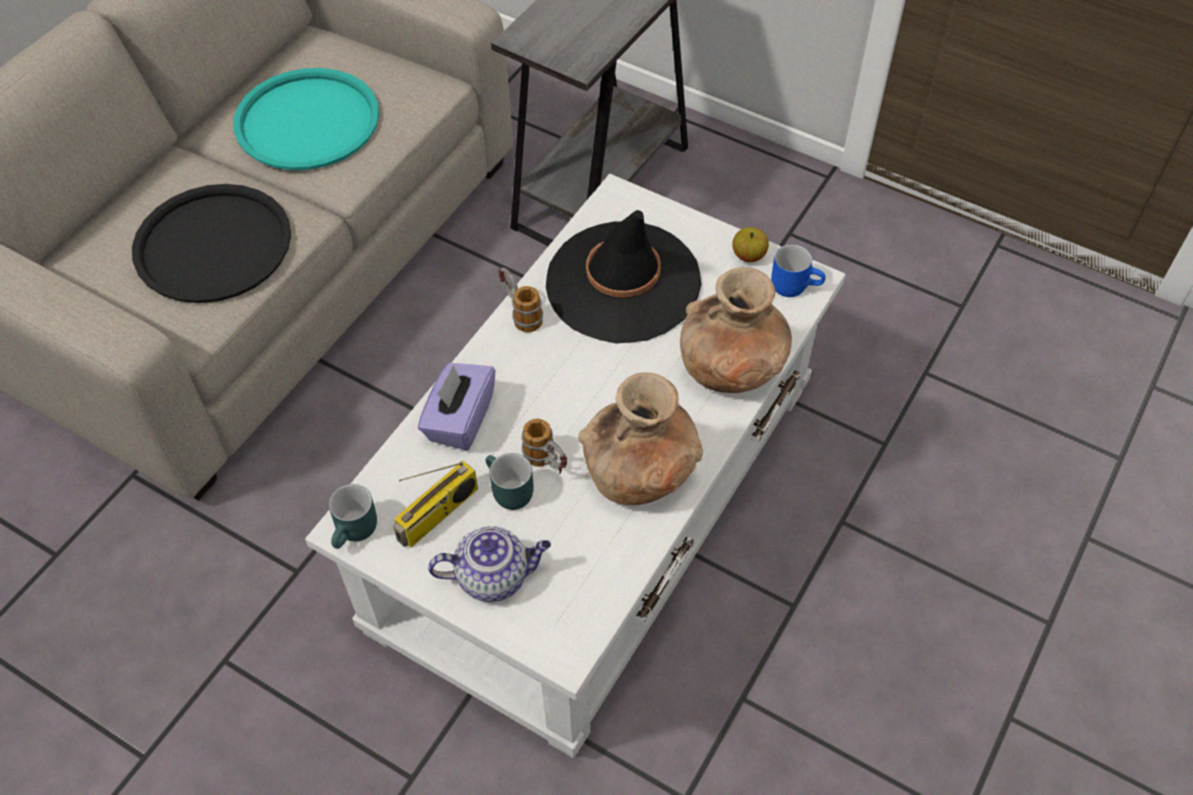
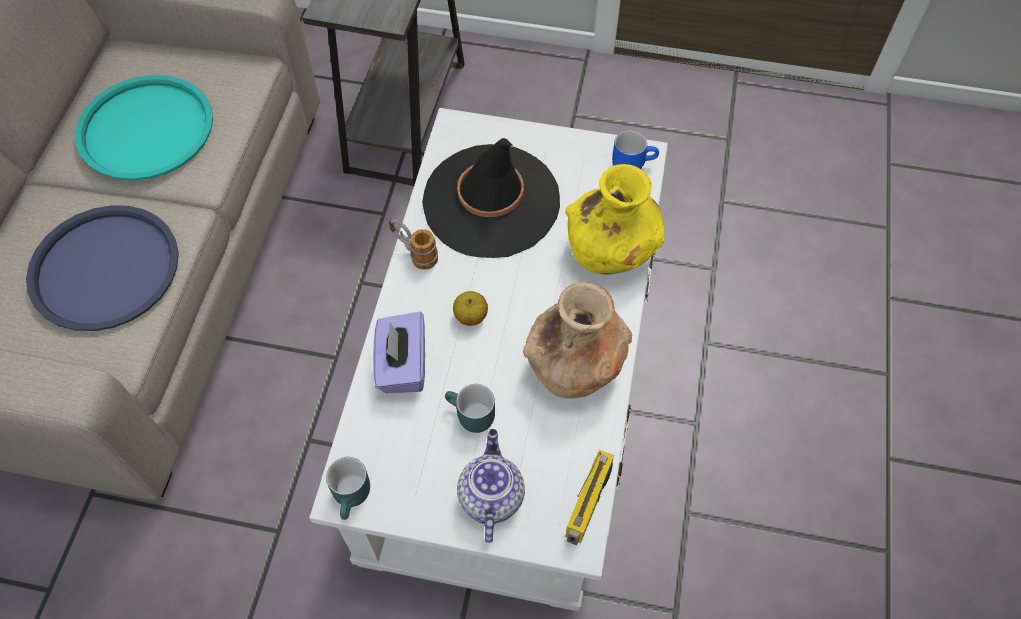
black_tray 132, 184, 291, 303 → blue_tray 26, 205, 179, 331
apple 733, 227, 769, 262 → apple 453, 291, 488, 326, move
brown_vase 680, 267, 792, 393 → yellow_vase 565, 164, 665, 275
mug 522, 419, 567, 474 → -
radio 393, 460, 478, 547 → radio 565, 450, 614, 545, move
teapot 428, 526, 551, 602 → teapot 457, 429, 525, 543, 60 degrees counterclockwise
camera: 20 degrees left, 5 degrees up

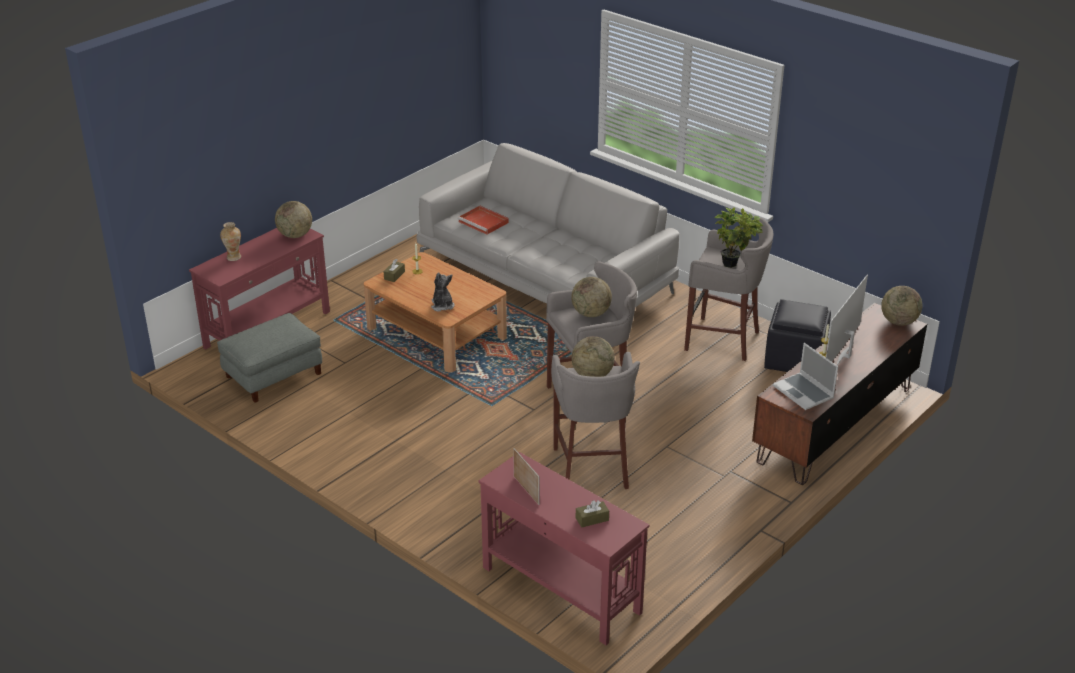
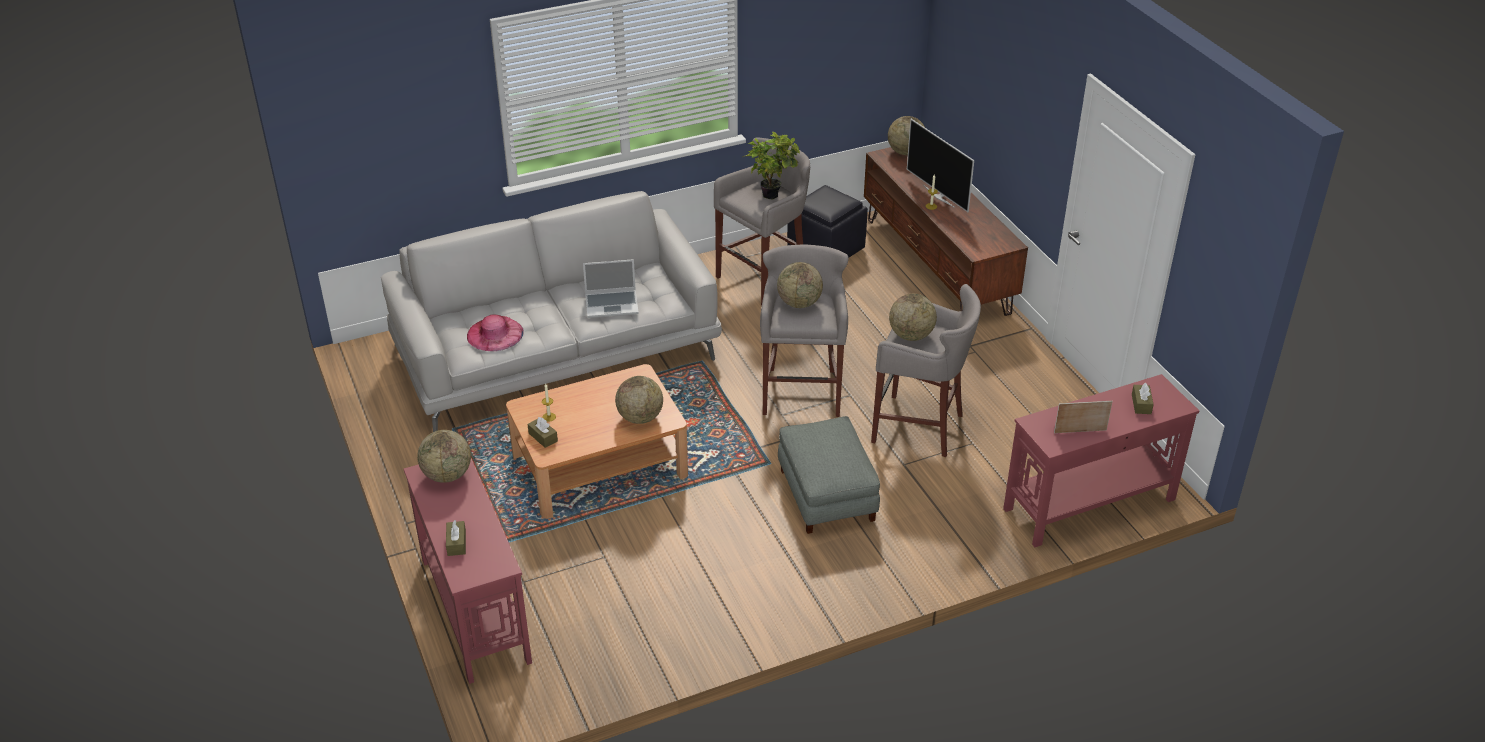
red_tray 458, 206, 509, 235 → pink_hat 467, 315, 524, 351
vase 220, 222, 241, 261 → brown_tissue_box 446, 520, 466, 556
plush_toy 431, 272, 454, 312 → globe 615, 376, 663, 424
grey_ottoman 217, 313, 322, 403 → grey_ottoman 778, 416, 880, 534, move
laptop 773, 343, 838, 410 → laptop 583, 259, 639, 318, move
camera: 65 degrees left, 5 degrees up

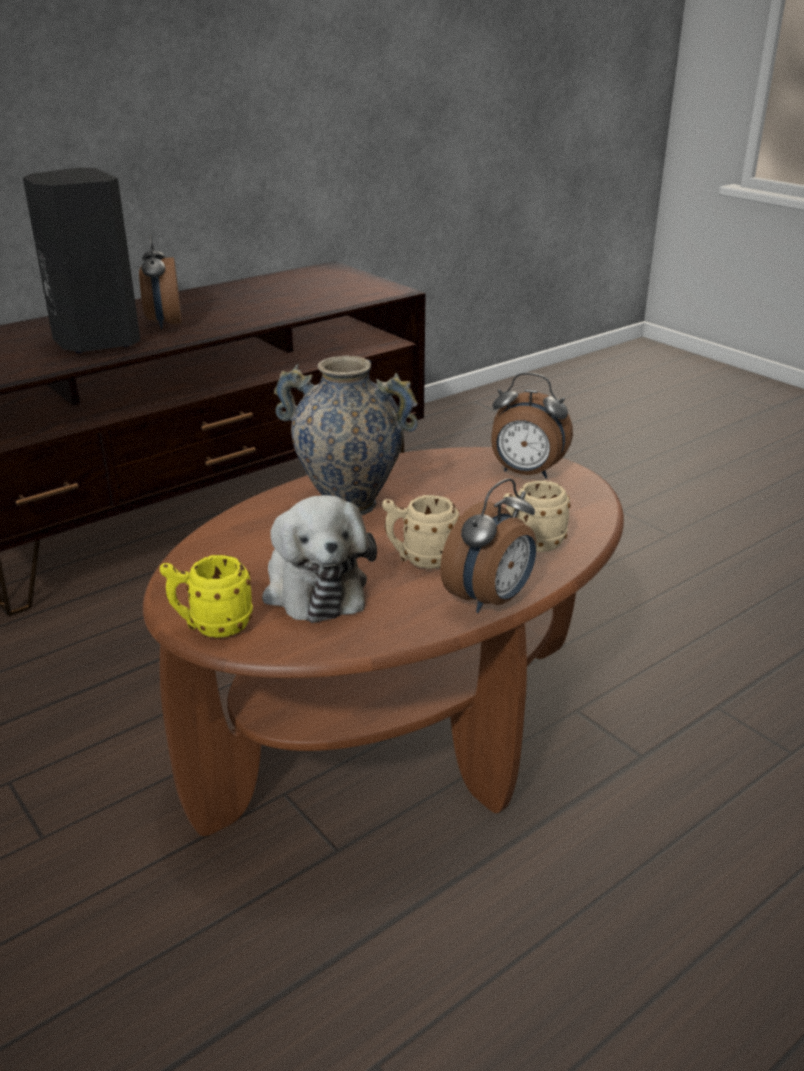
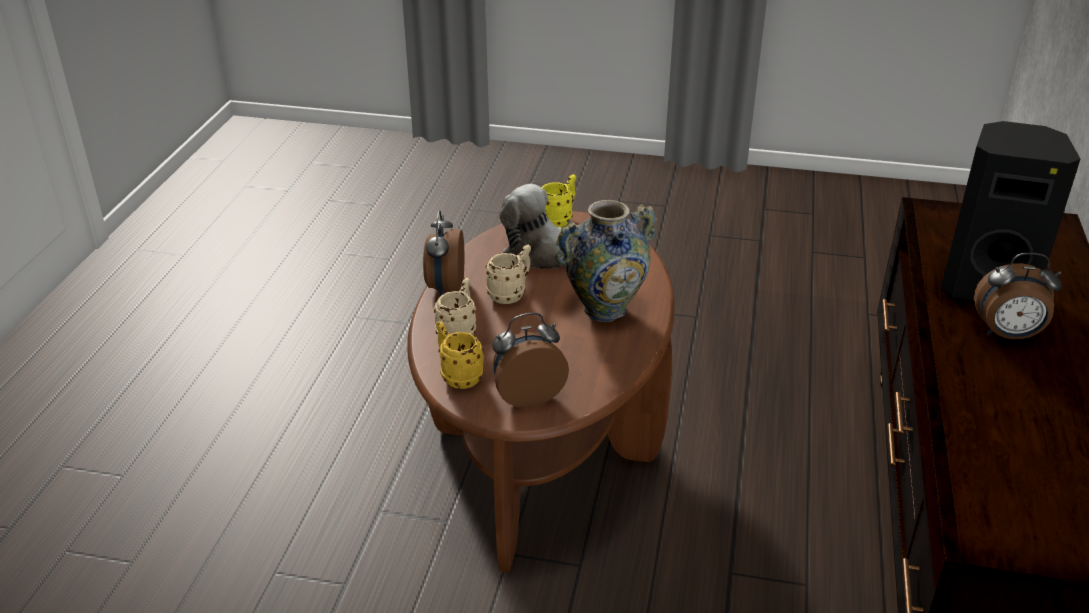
alarm_clock 139, 235, 181, 329 → alarm_clock 974, 253, 1062, 339, 150 degrees clockwise
- → yellow_mug 436, 321, 484, 389
camera: 140 degrees right, 5 degrees up

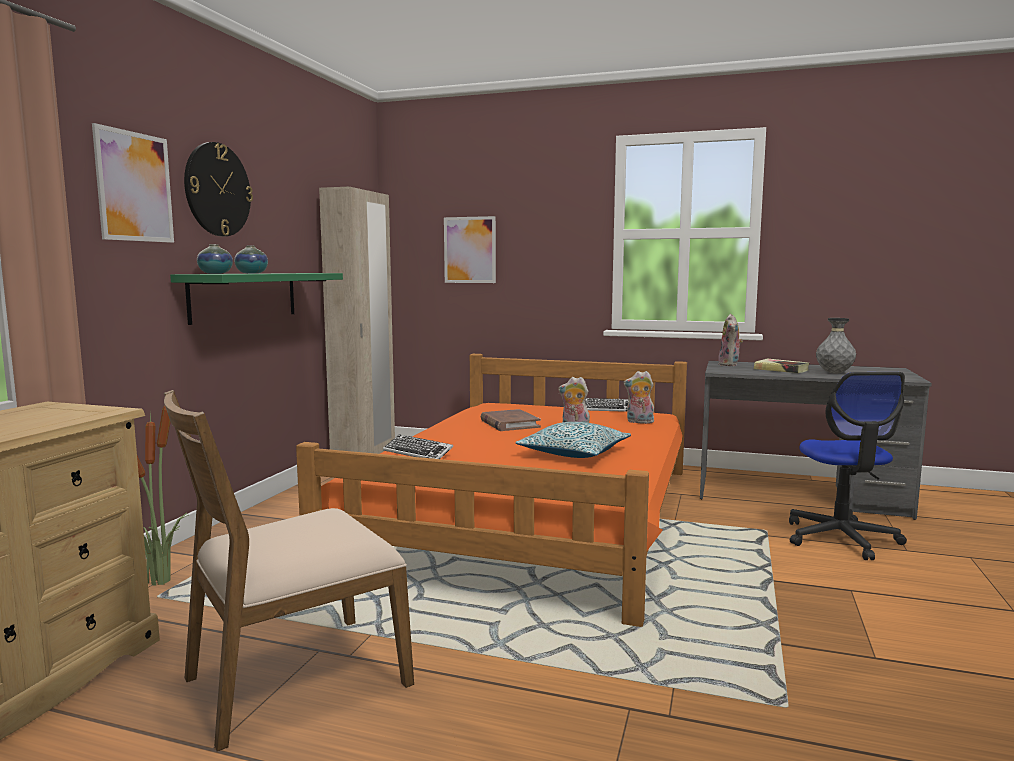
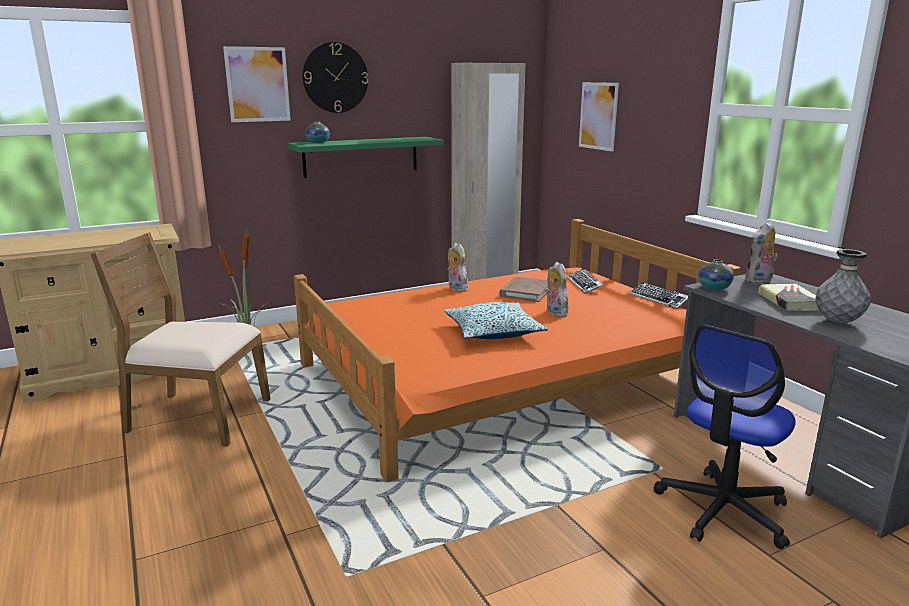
vase 234, 246, 268, 274 → vase 698, 259, 734, 290, move
plush_toy 623, 371, 654, 424 → plush_toy 447, 243, 468, 292, move
keyboard 383, 434, 453, 459 → keyboard 567, 269, 603, 294, move
camera: 45 degrees right, 10 degrees up

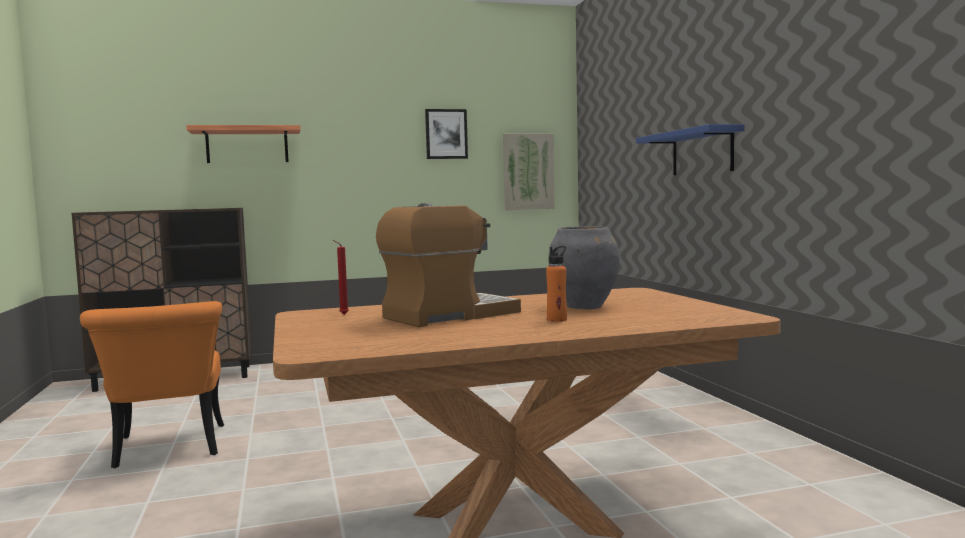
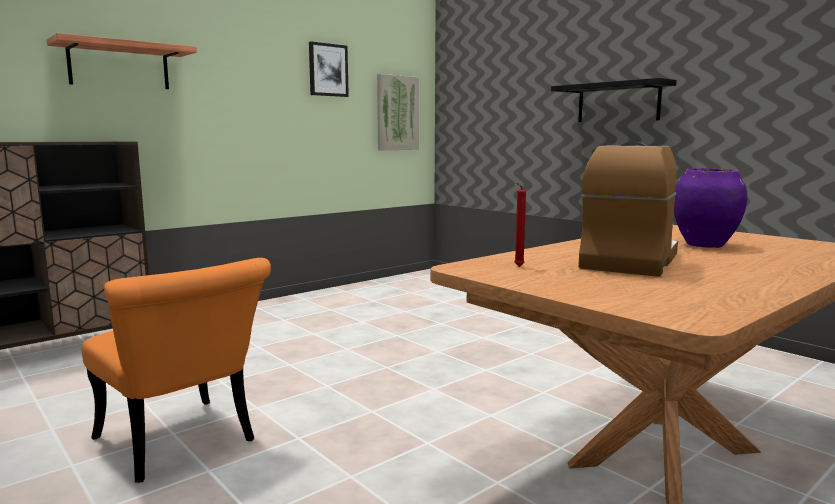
blue_shelf 636, 124, 745, 175 → black_shelf 551, 78, 677, 122
grey_vase 548, 226, 619, 309 → purple_vase 674, 168, 747, 248
orange_bottle 546, 246, 567, 322 → -
camera: 25 degrees left, 5 degrees up

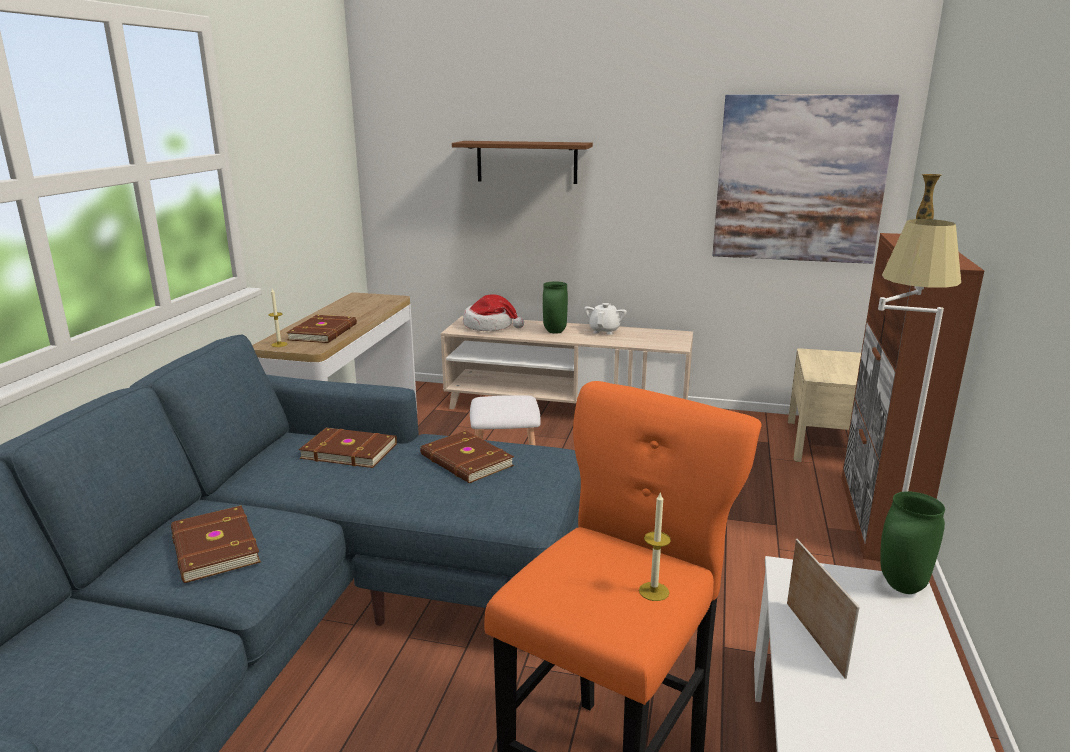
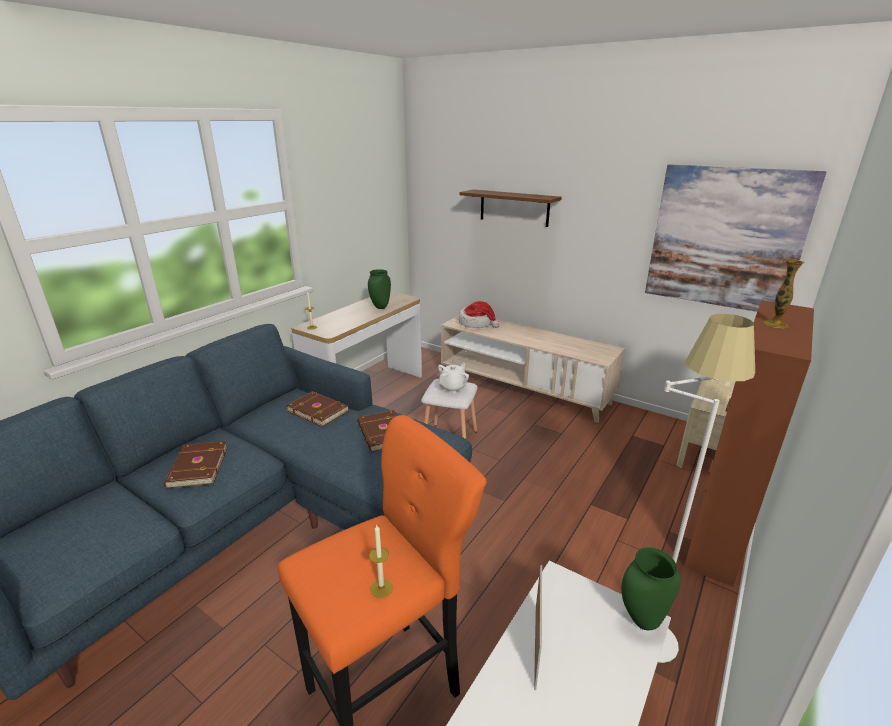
green_vase 543, 282, 568, 334 → green_vase 368, 269, 391, 309, move
white_teapot 584, 303, 627, 335 → white_teapot 438, 363, 469, 393, move
brown_book 286, 315, 357, 343 → -
camera: 20 degrees right, 5 degrees up

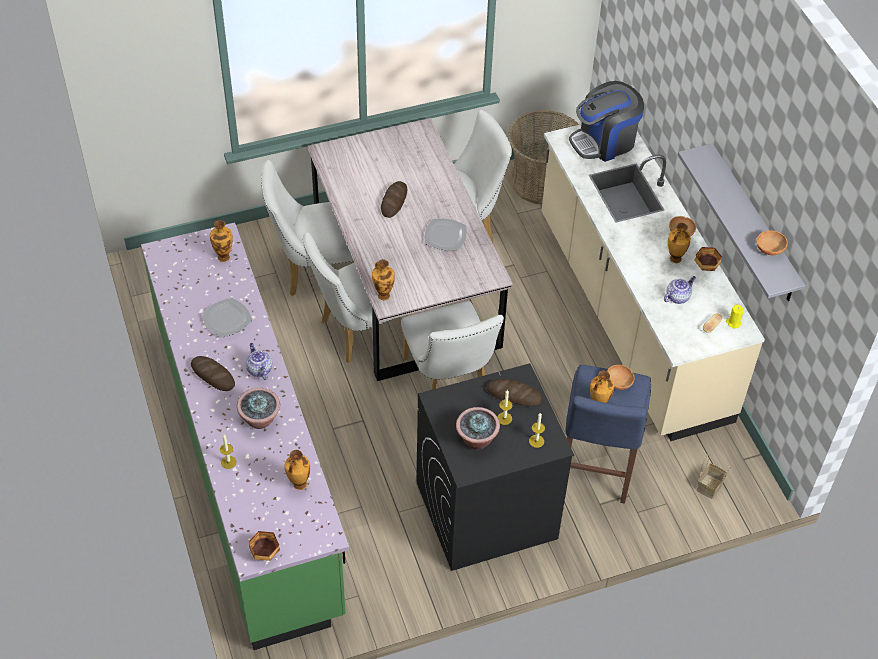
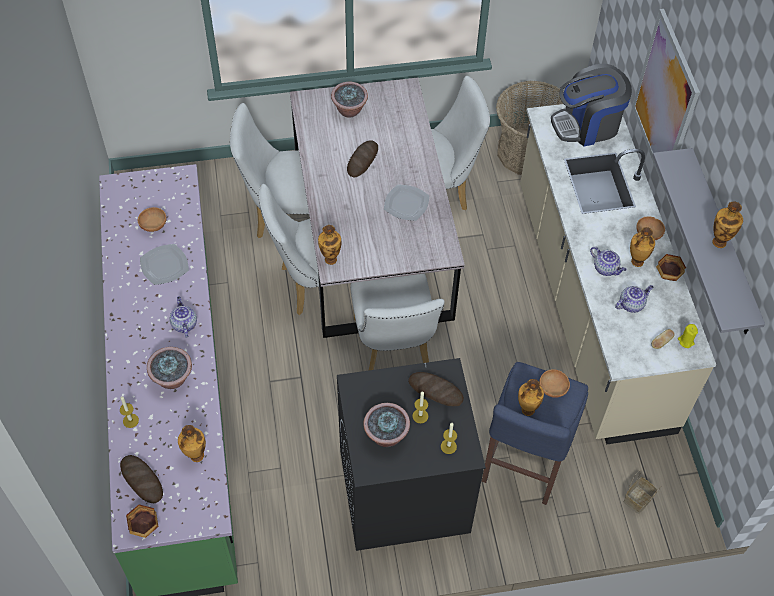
vase 210, 220, 233, 262 → vase 712, 201, 743, 248, move
brown_bowl 756, 230, 788, 256 → brown_bowl 138, 207, 167, 232, move
bread 191, 356, 235, 391 → bread 120, 455, 163, 503, move
- → picture 632, 9, 700, 187
- → potted_plant 331, 82, 368, 118
- → teapot 590, 247, 627, 276
camera: 10 degrees right, 5 degrees up

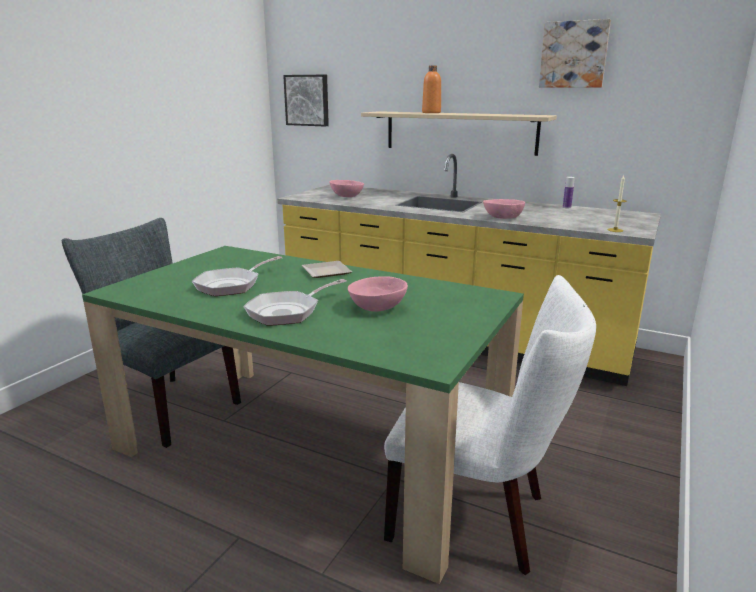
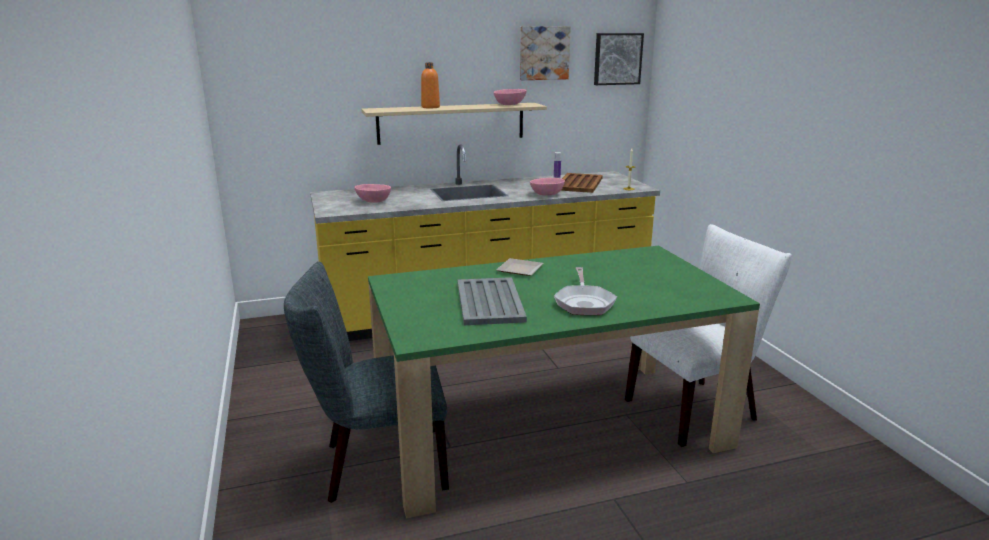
picture 283, 75, 329, 127 → picture 594, 33, 644, 85, move
frying_pan 192, 256, 282, 296 → grey_tray 457, 277, 527, 325
pink_bowl 348, 276, 408, 312 → pink_bowl 493, 89, 526, 105, move
- → brown_tray 561, 173, 603, 193
camera: 45 degrees left, 0 degrees up

